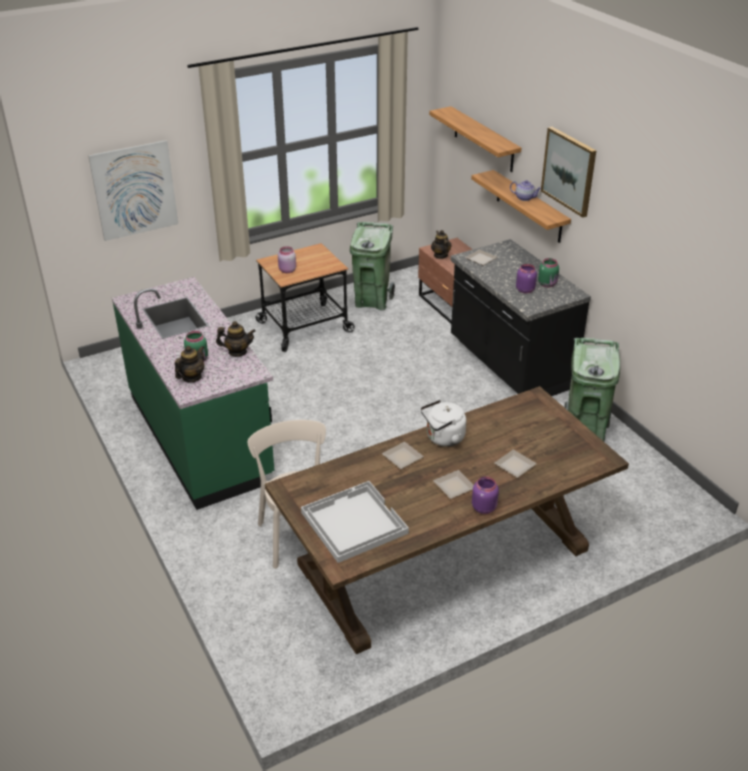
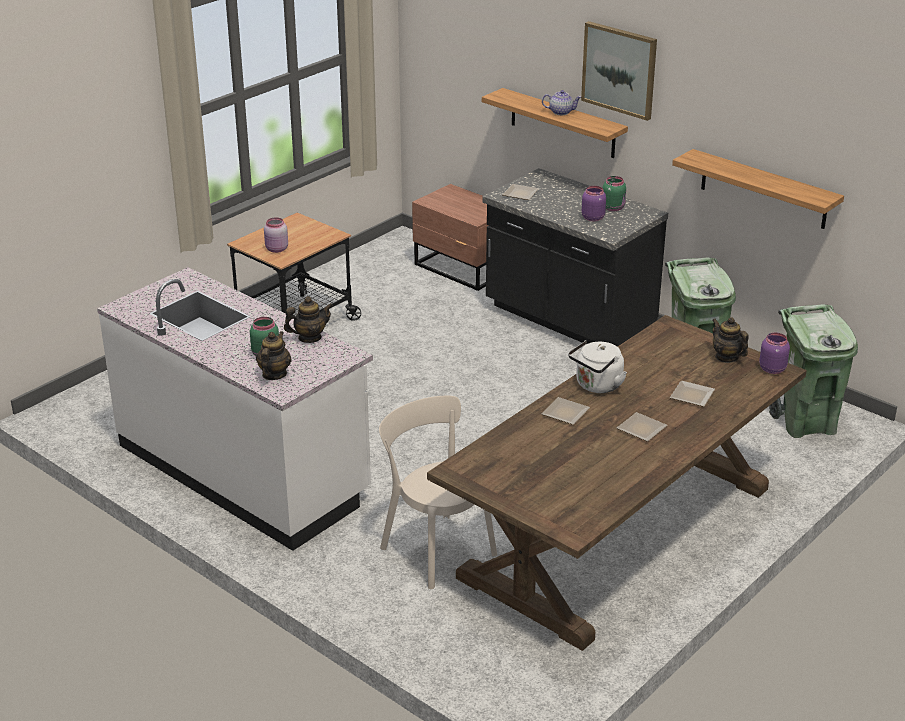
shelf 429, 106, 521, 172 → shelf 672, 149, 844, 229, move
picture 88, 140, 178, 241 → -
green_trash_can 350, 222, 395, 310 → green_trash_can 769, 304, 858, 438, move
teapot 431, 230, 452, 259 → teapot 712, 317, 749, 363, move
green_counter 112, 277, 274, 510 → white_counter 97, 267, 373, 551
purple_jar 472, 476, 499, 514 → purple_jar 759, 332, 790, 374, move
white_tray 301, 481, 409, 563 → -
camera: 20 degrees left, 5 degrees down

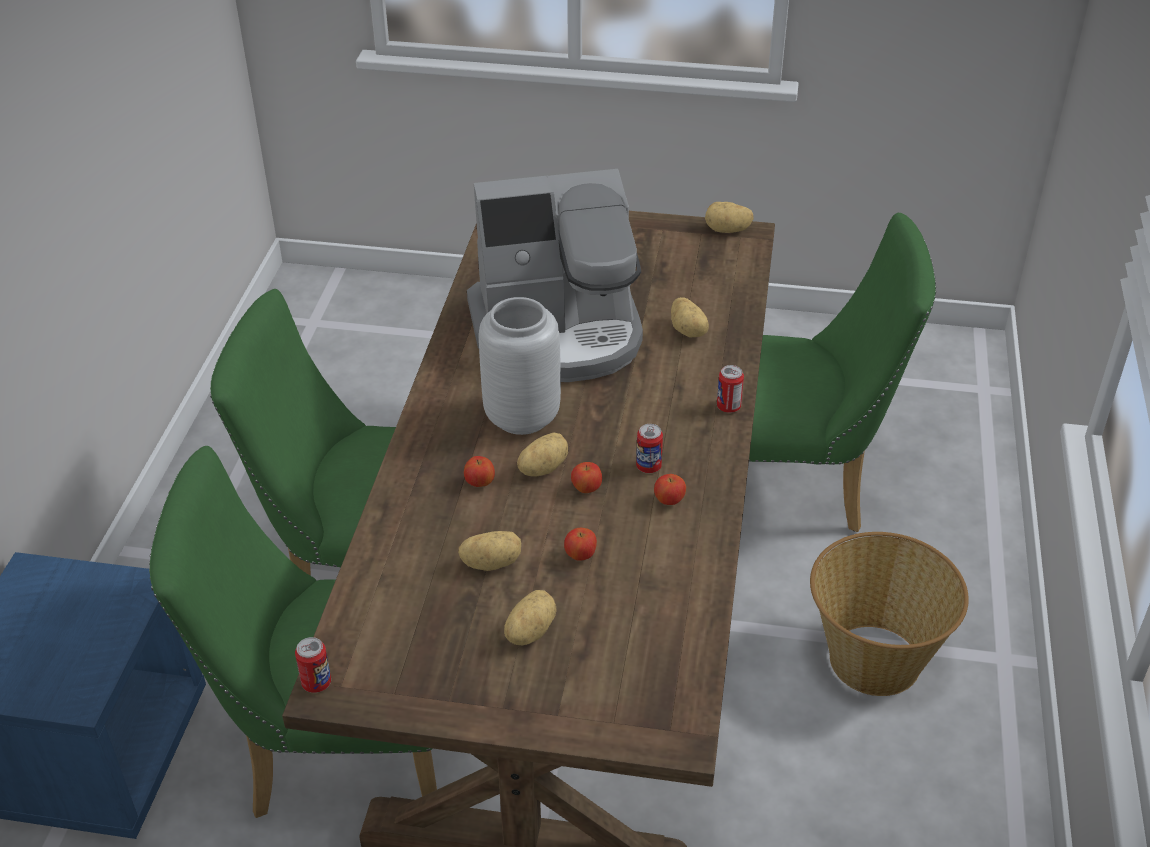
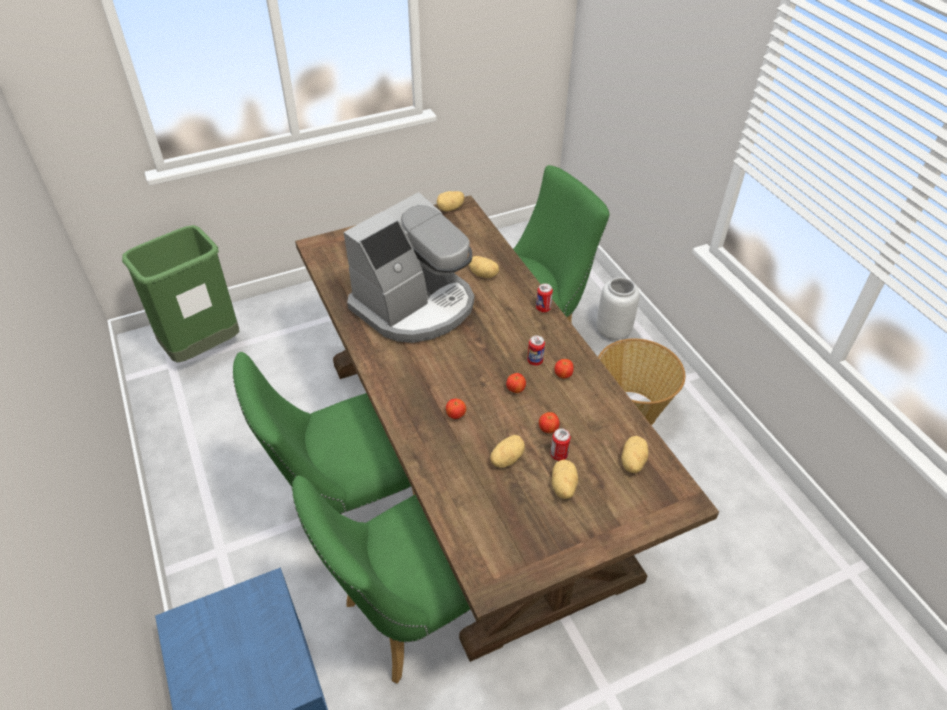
grey_vase 479, 297, 561, 435 → grey_vase 596, 277, 640, 340, move
potato 517, 432, 568, 476 → potato 621, 436, 648, 473, move
can 295, 637, 331, 693 → can 550, 428, 571, 461, move
- → green_trash_can 122, 225, 240, 362
camera: 35 degrees left, 5 degrees up

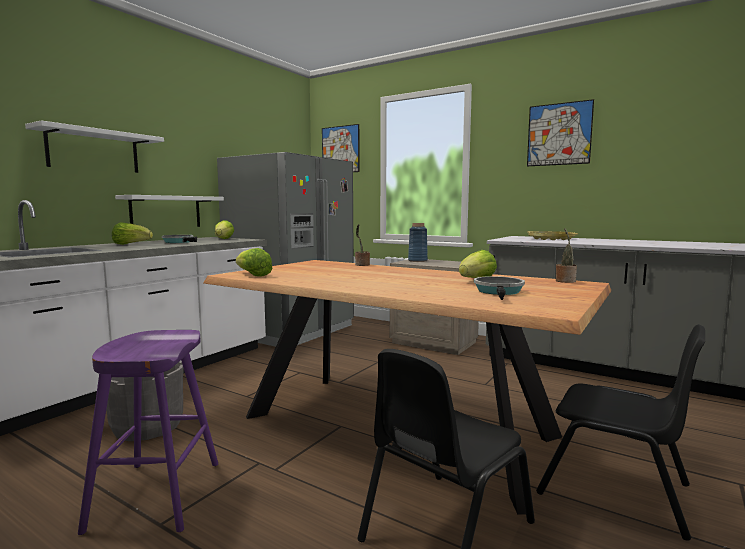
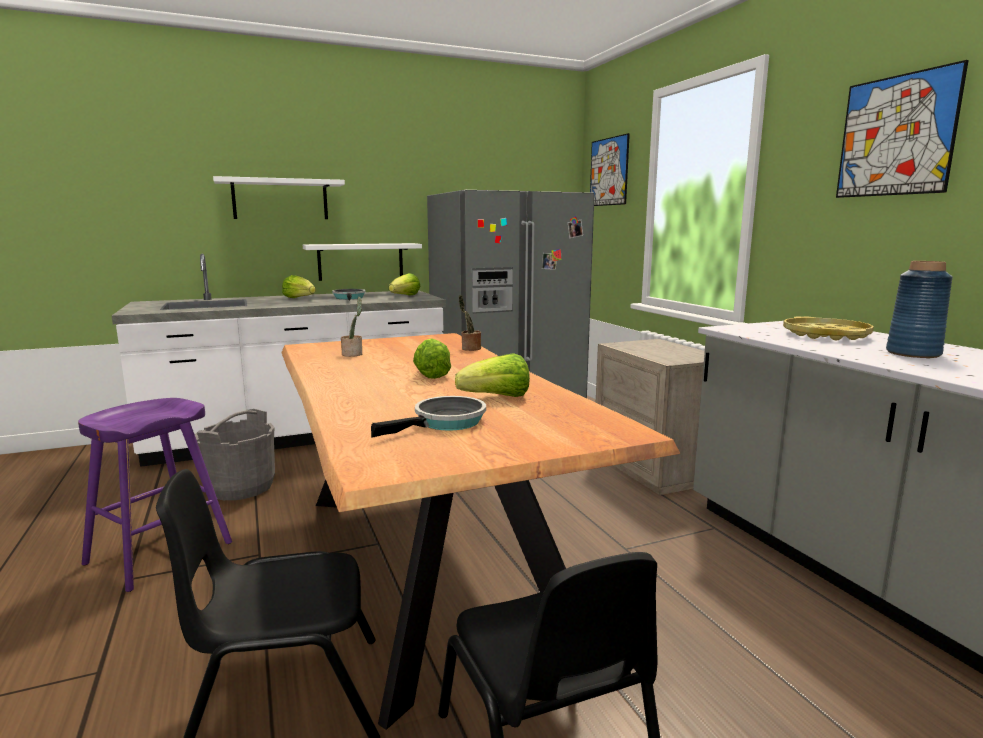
blue_vase 408, 223, 428, 262 → blue_vase 886, 261, 953, 358, move
potted_plant 556, 228, 577, 283 → potted_plant 341, 297, 362, 357, move
lettuce 236, 248, 273, 277 → lettuce 413, 338, 451, 379, move
camera: 35 degrees right, 5 degrees up

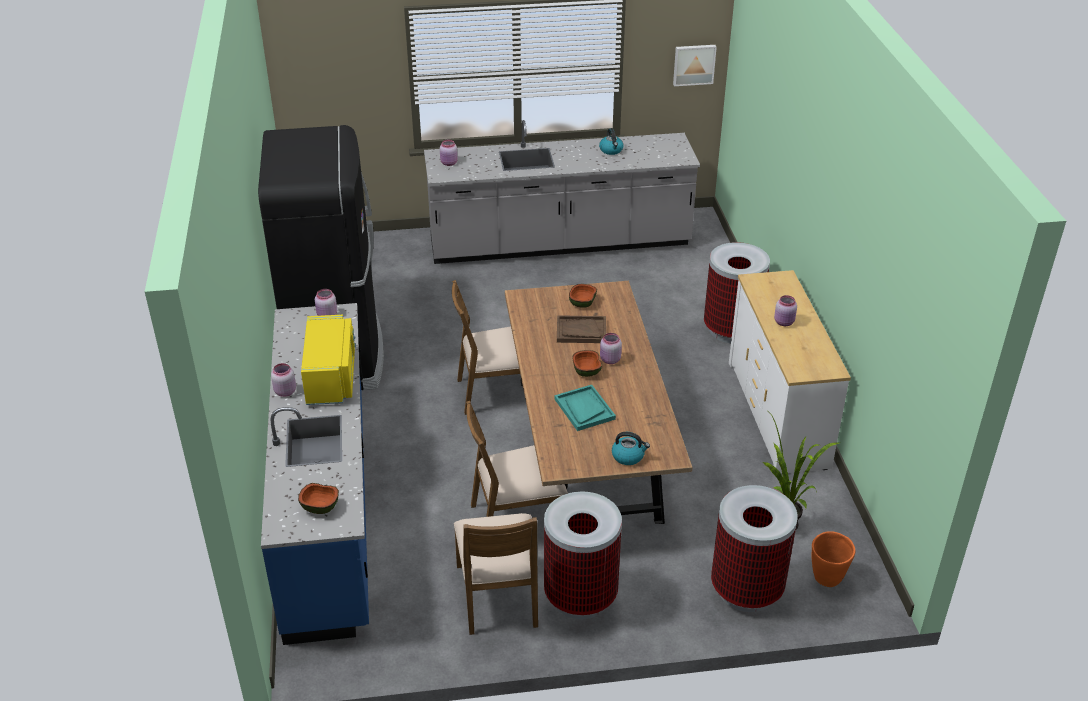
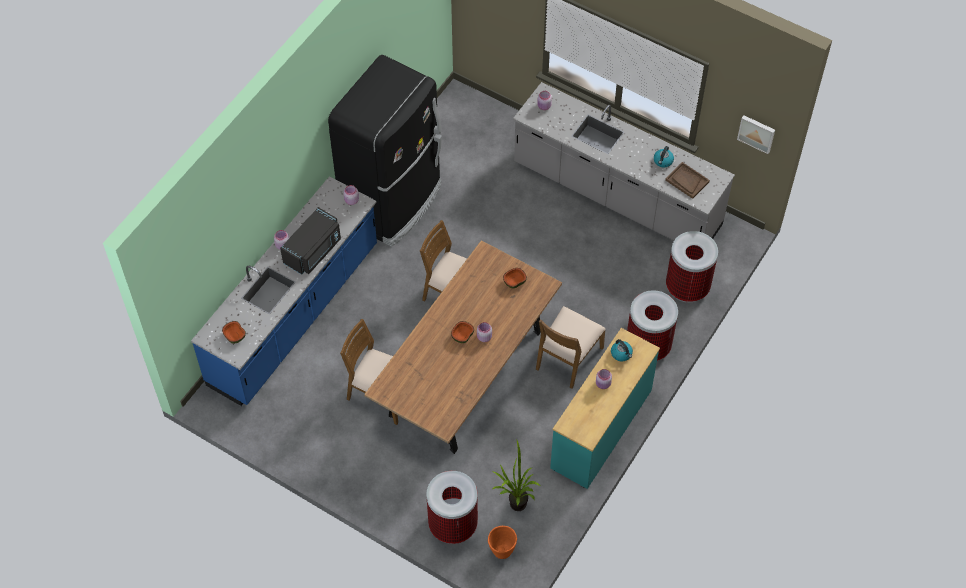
white_dresser 729, 270, 851, 474 → turquoise_dresser 550, 328, 660, 489
yellow_microwave 301, 315, 356, 405 → black_microwave 280, 207, 341, 275
brown_tray 557, 315, 606, 343 → brown_tray 665, 162, 710, 199, move
turquoise_tray 555, 385, 616, 431 → -
kettle 612, 432, 650, 465 → kettle 611, 339, 633, 361, move
trash_can 544, 492, 622, 619 → trash_can 666, 231, 718, 302, move
brown_chair 454, 513, 538, 635 → brown_chair 536, 306, 606, 389, move
camera: 40 degrees right, 20 degrees up

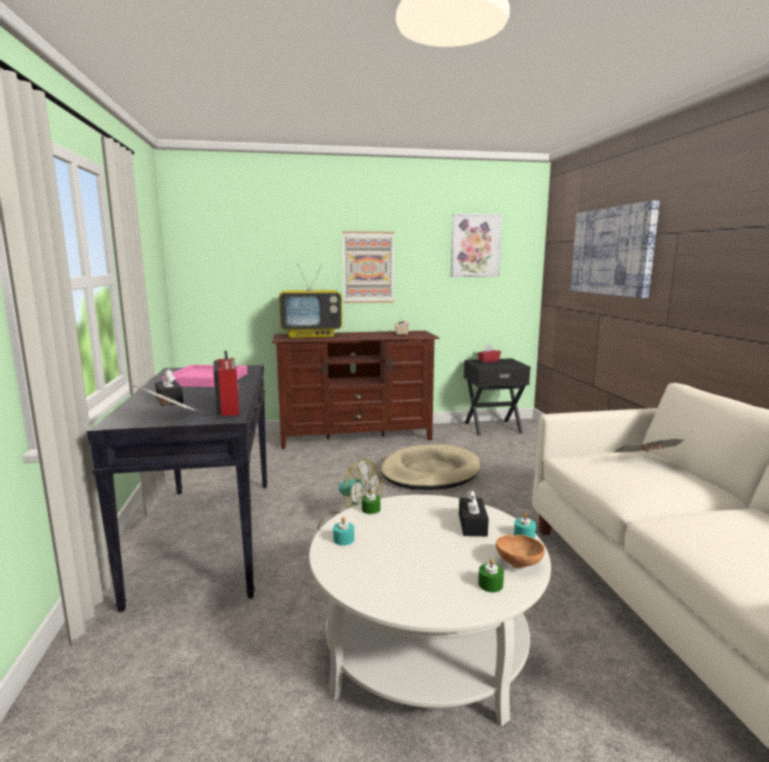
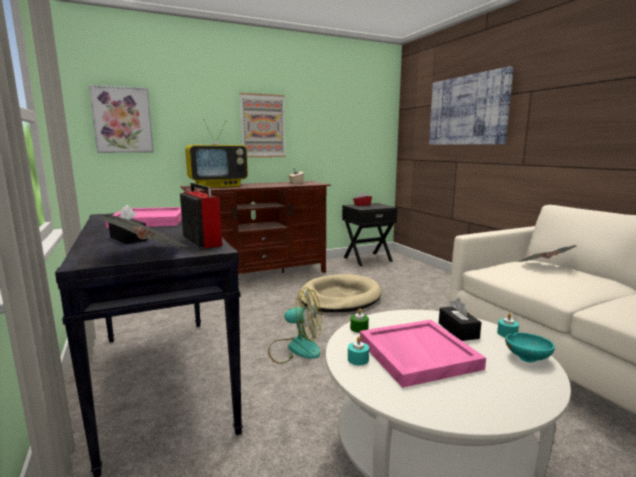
picture 451, 213, 502, 277 → picture 89, 85, 154, 153, move
brown_bowl 496, 534, 545, 568 → turquoise_bowl 505, 333, 555, 362
green_candle 478, 558, 504, 592 → -
- → pink_tray 360, 320, 486, 388
camera: 15 degrees left, 0 degrees up

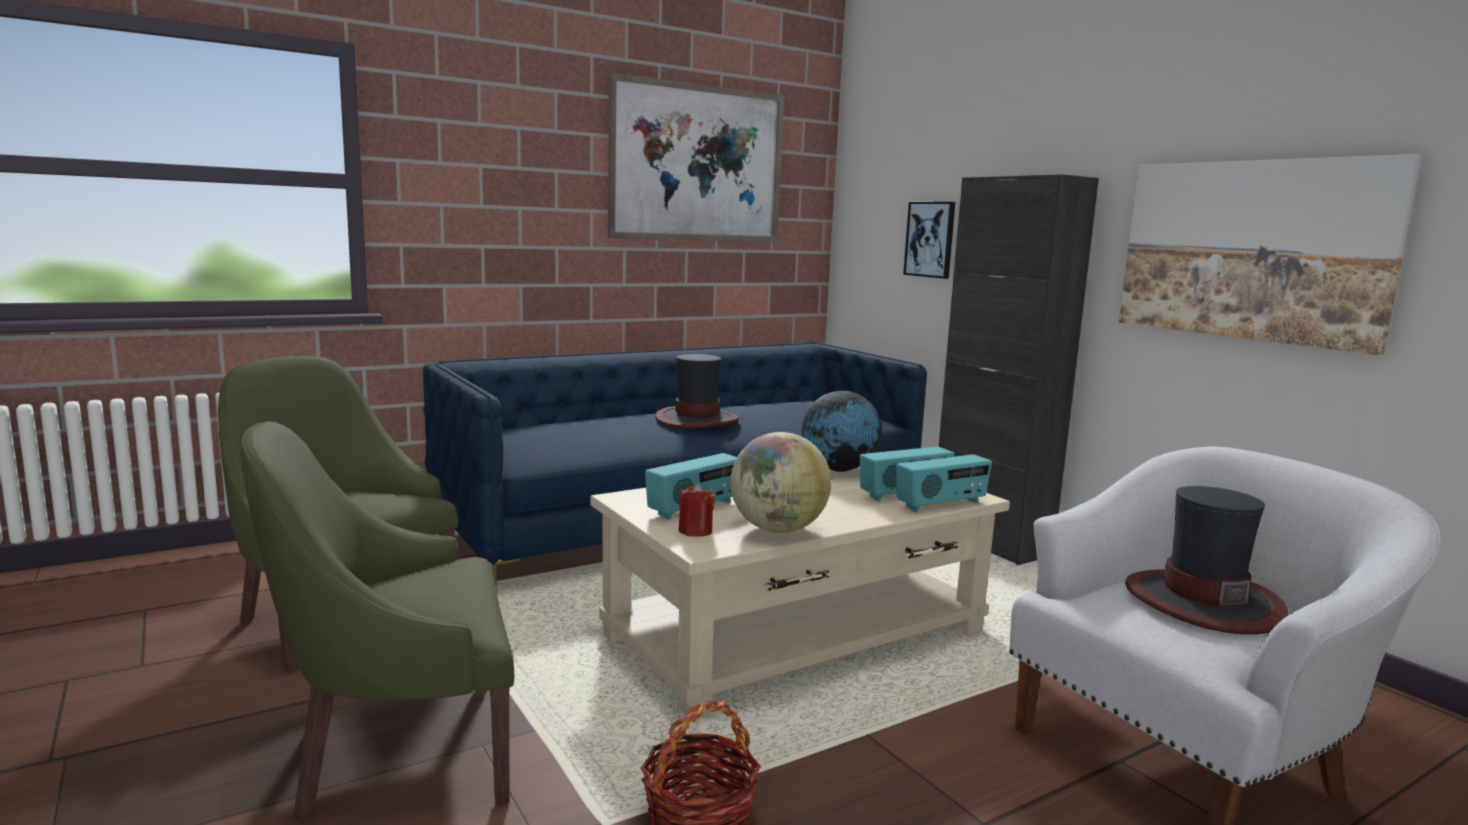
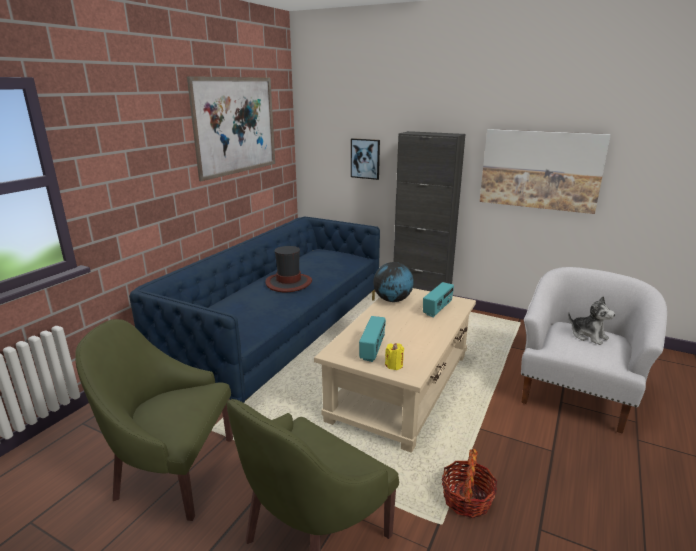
globe 730, 432, 831, 533 → -
radio 896, 454, 992, 512 → -
red_candle 679, 484, 715, 537 → yellow_candle 385, 343, 404, 370
hat 1125, 486, 1288, 635 → plush_toy 568, 296, 615, 345
camera: 30 degrees left, 10 degrees up

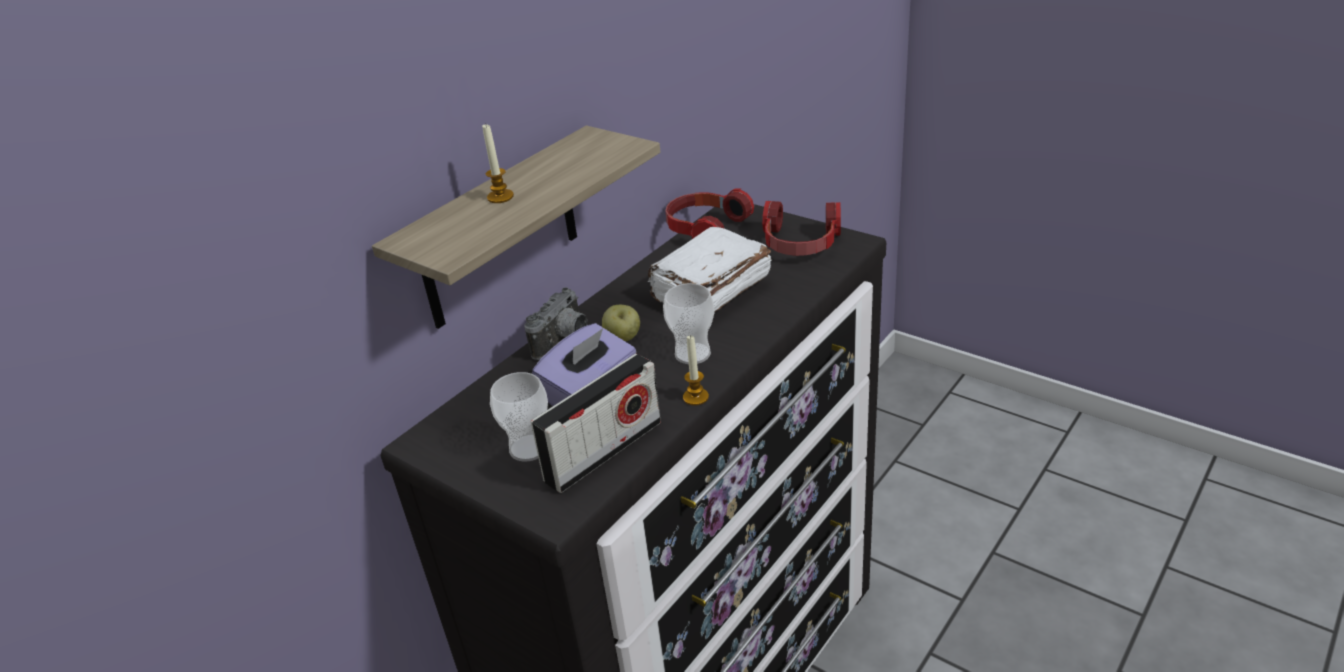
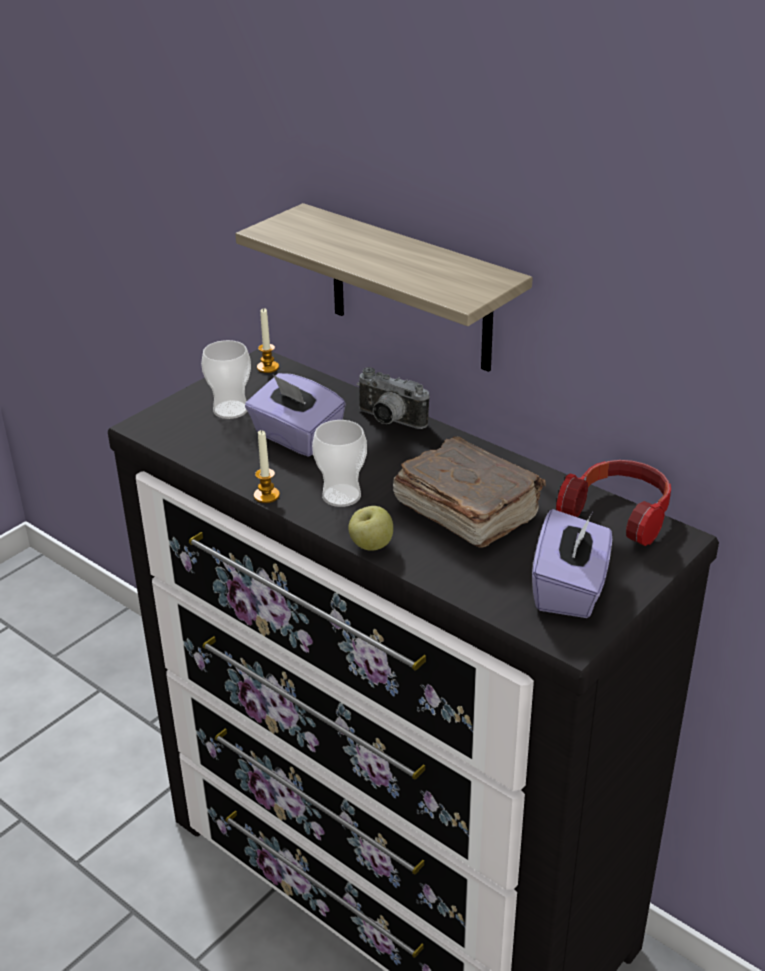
candle 482, 123, 514, 203 → candle 257, 308, 279, 373, move
headphones 762, 201, 841, 256 → purple_tissue_box 532, 509, 612, 618
white_book 648, 227, 771, 312 → brown_book 393, 436, 546, 548
apple 602, 305, 640, 342 → apple 349, 506, 393, 551, move
radio 531, 354, 661, 493 → -
camera: 90 degrees right, 0 degrees up

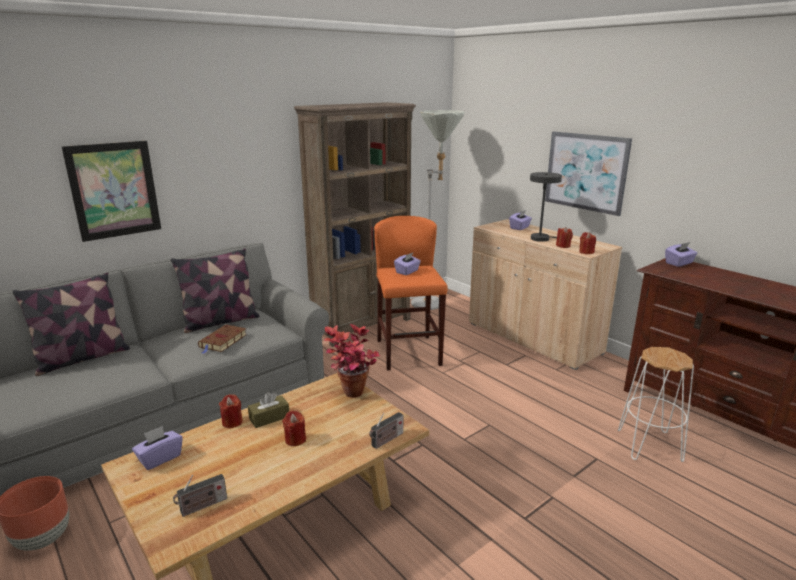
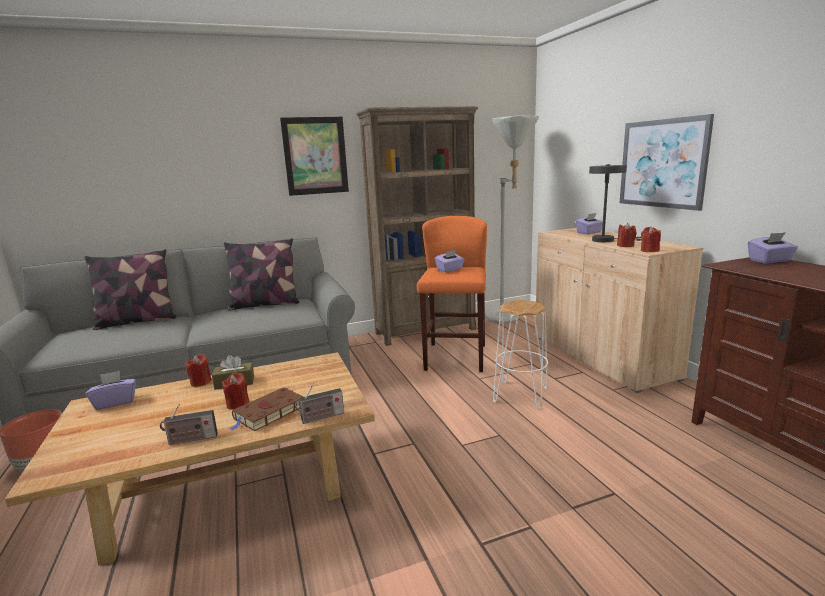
picture 62, 141, 161, 242 → picture 280, 117, 349, 196, move
potted_plant 324, 324, 380, 398 → -
brown_book 198, 325, 247, 354 → brown_book 230, 387, 304, 431, move
white_stool 618, 347, 694, 462 → white_stool 493, 300, 548, 409, move
radio 173, 474, 227, 517 → radio 160, 403, 218, 445, move
camera: 20 degrees right, 5 degrees down

